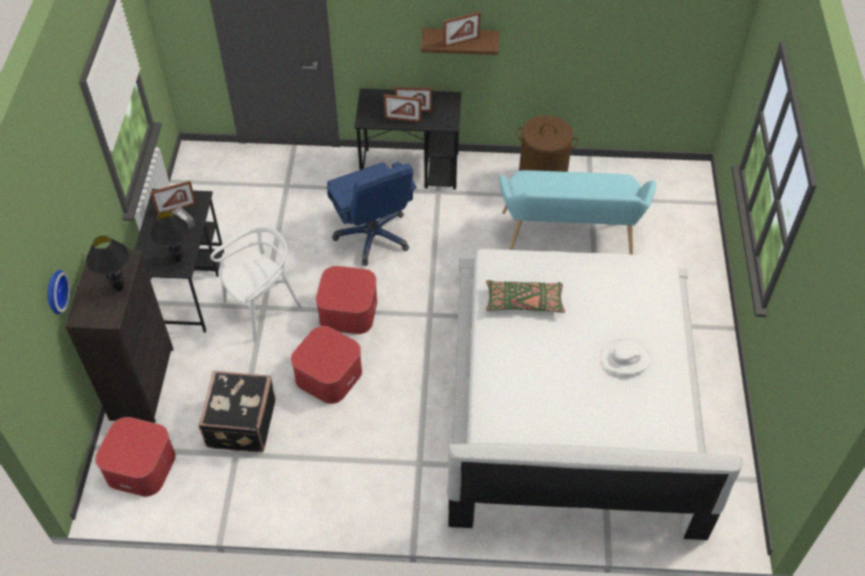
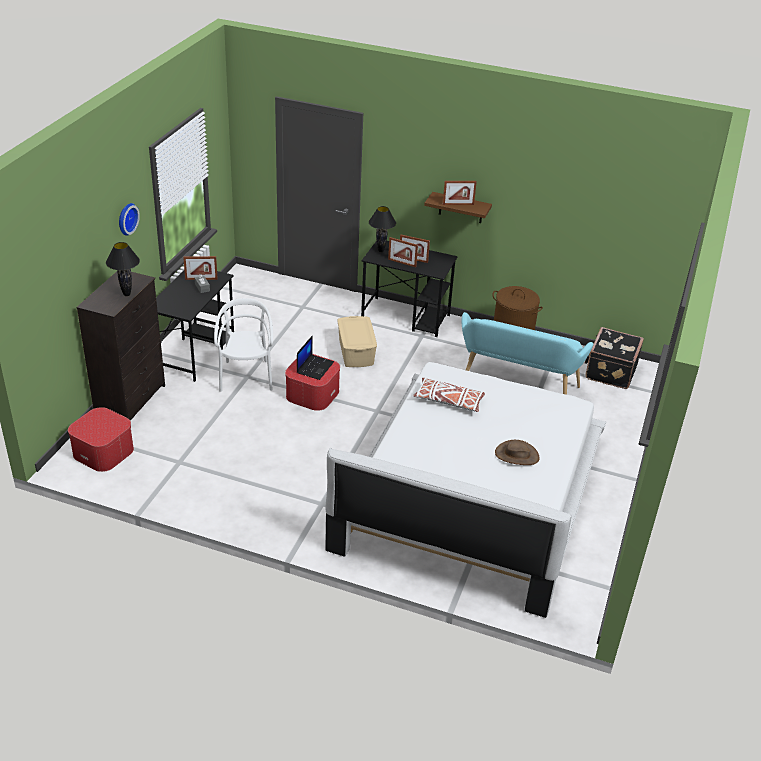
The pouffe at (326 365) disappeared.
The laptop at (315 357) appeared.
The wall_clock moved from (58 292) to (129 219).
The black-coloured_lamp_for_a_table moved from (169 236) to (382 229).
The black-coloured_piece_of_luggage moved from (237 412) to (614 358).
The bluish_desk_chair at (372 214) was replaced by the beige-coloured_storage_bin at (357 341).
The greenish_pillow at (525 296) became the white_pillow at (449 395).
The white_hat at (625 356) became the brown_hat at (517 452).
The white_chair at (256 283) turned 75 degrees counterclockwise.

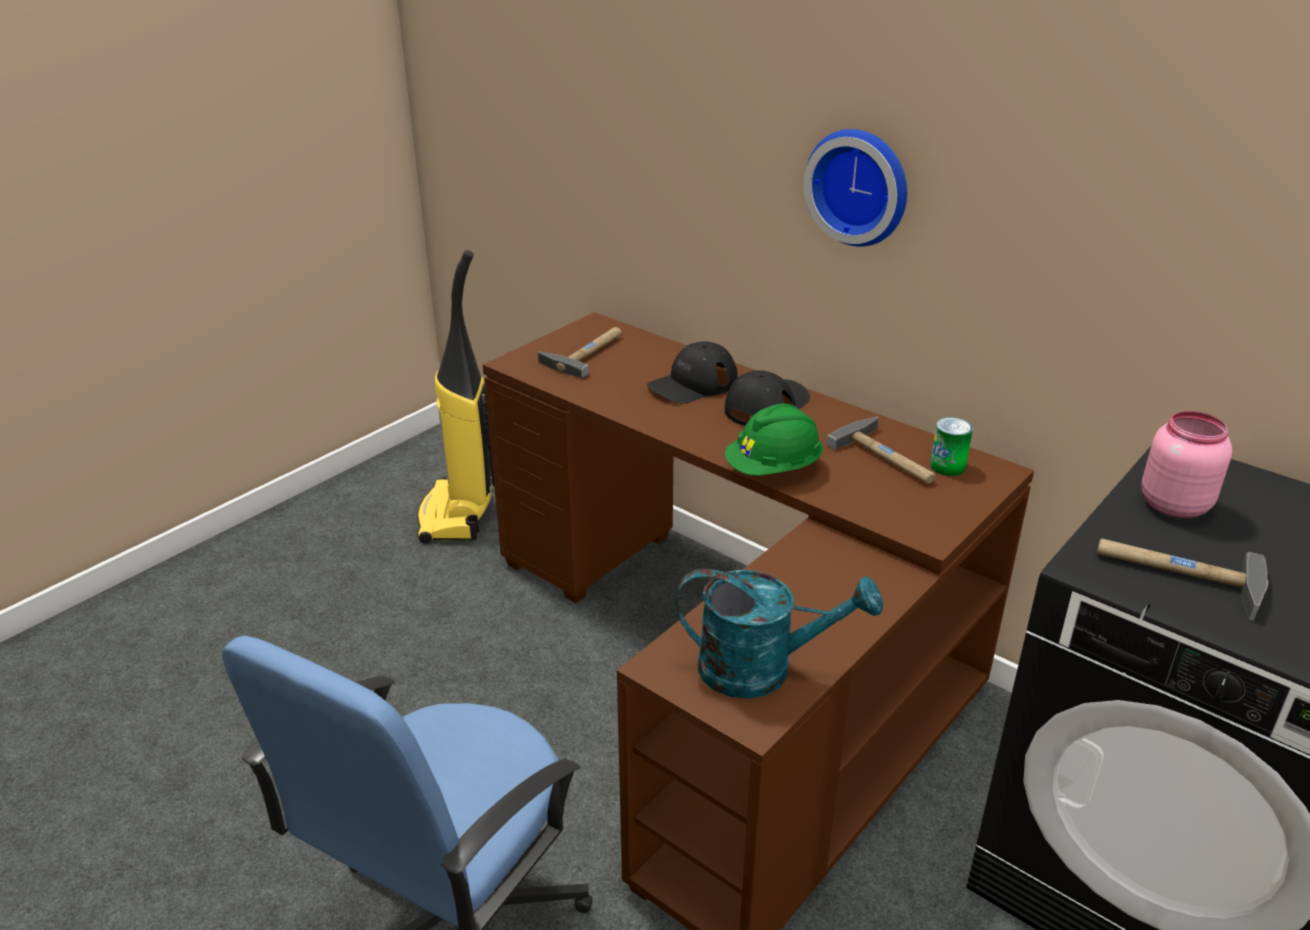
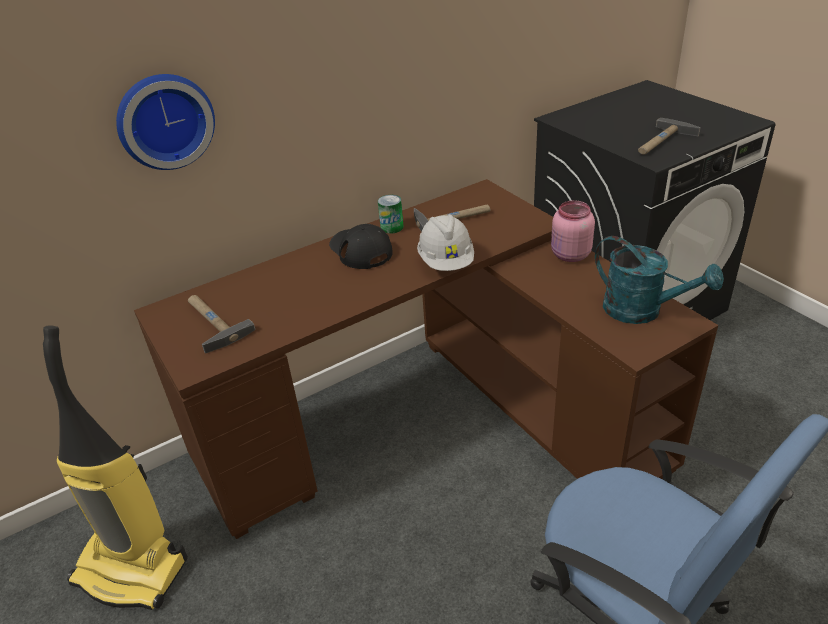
The black-coloured_cap at (692 372) disappeared.
The wall_clock moved from (855 188) to (165 122).
The metal_can moved from (951 446) to (391 214).
The pink_jar moved from (1186 464) to (573 231).
The greenish_safety_helmet at (774 439) became the white_safety_helmet at (445 242).
The turquoise_sprinkling_can at (779 634) turned 105 degrees clockwise.

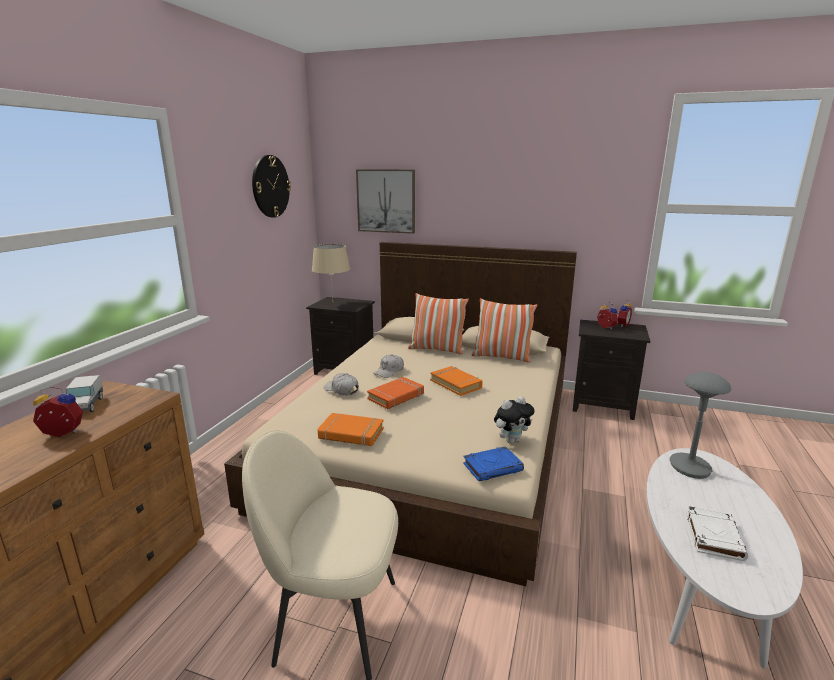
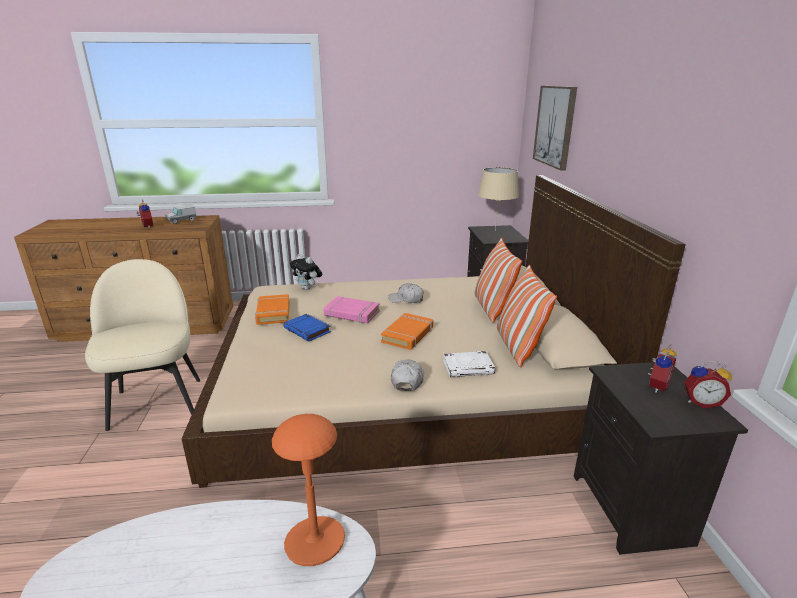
The wall_clock at (271 186) disappeared.
The white_cap moved from (341 384) to (407 375).
The bluish_book moved from (493 463) to (307 327).
The cuddly_toy moved from (514 420) to (306 272).
The white_book moved from (717 533) to (469 364).
The orange-coloured_book at (395 393) became the pink_book at (352 309).
The grey_lamp_for_a_table at (700 425) became the orange-coloured_lamp_for_a_table at (308 490).

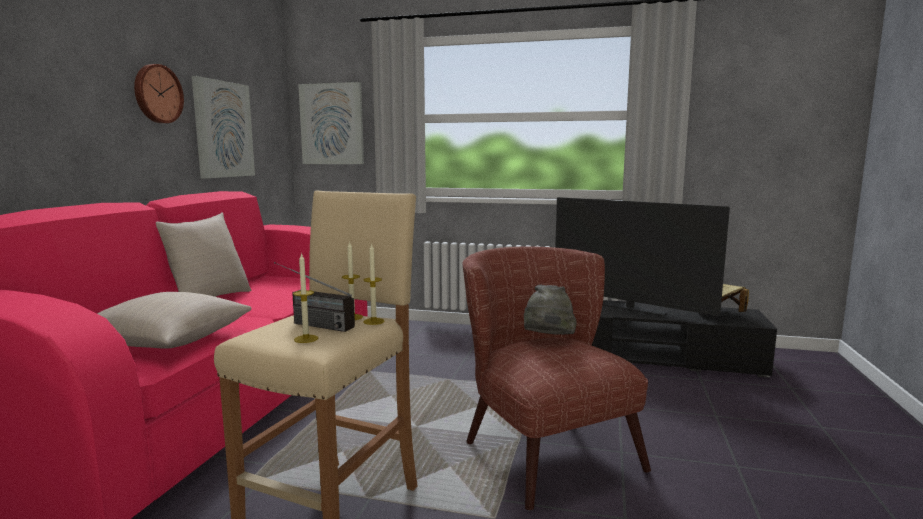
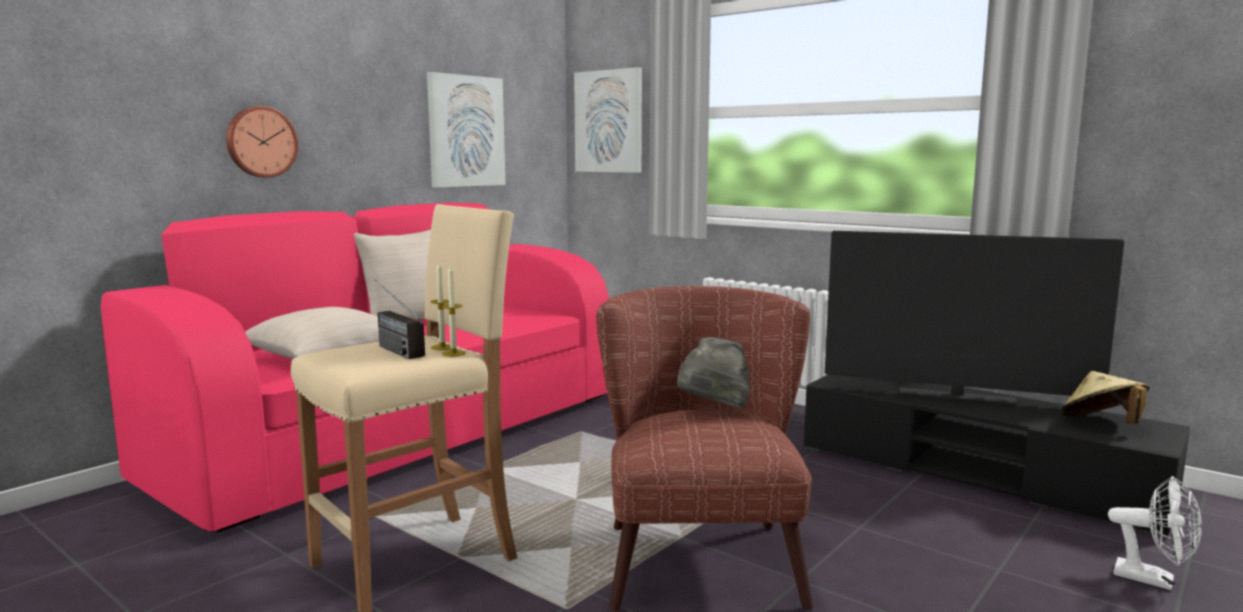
The wax_light at (305 298) disappeared.
The white_electric_fan at (1155 533) appeared.
The wall_clock moved from (159 93) to (262 142).
The television at (642 256) turned 45 degrees counterclockwise.

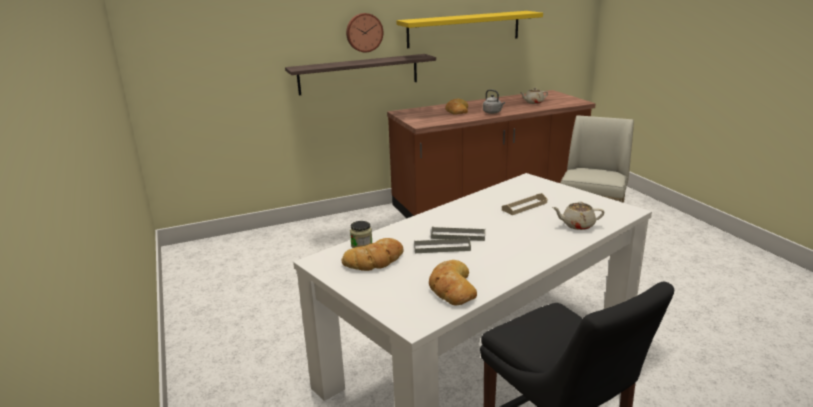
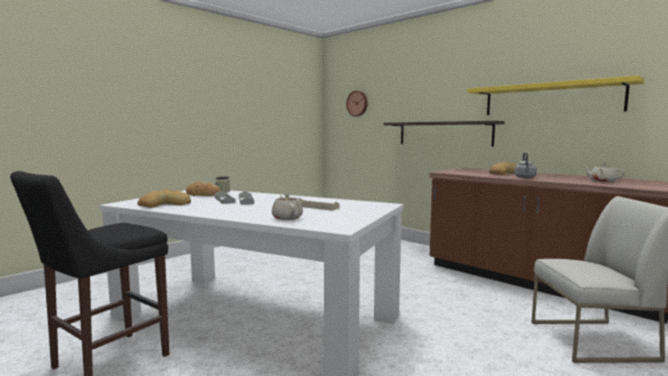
The wall_clock moved from (364 32) to (357 104).

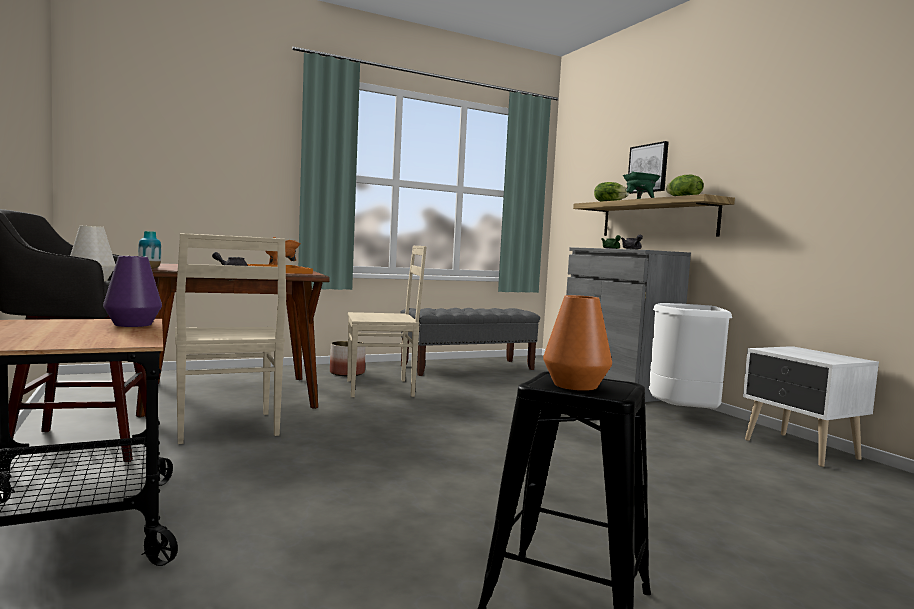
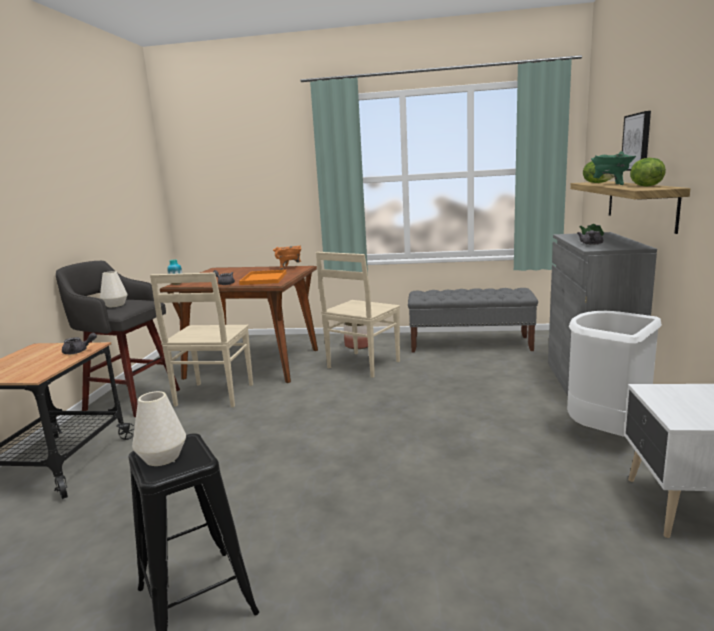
The purple_decorative_vase at (132 291) was replaced by the grey_teapot at (79 343).
The orange-coloured_decorative_vase at (577 343) became the white_decorative_vase at (159 428).
The beige-coloured_chair at (387 321) turned 105 degrees clockwise.

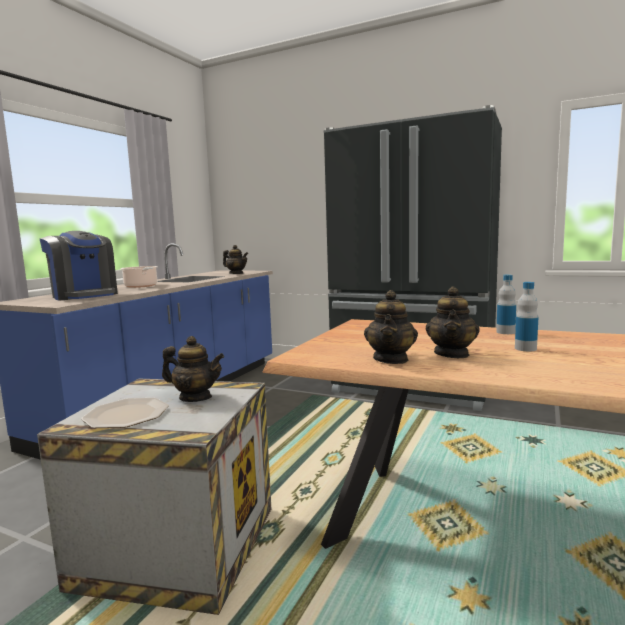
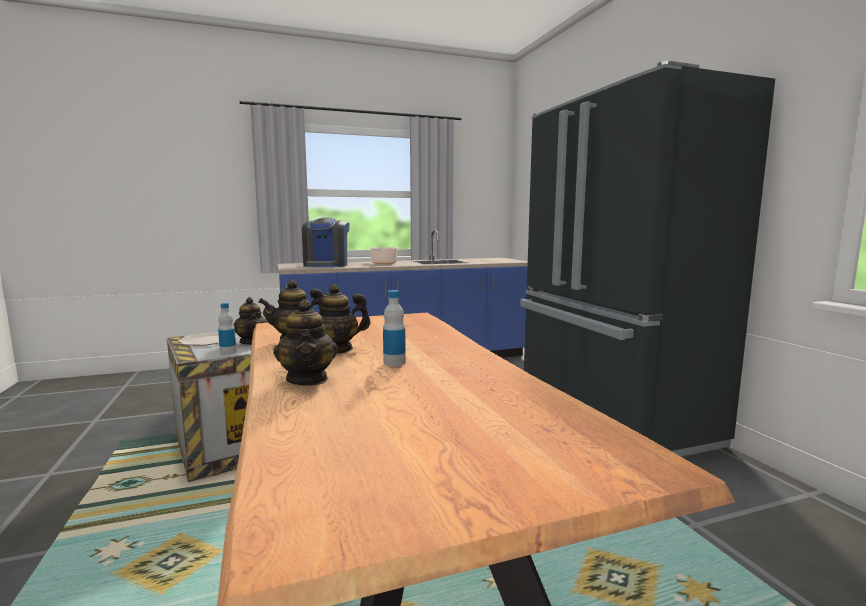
The teapot moved from (235 259) to (305 342).
The bottle moved from (506 304) to (227 329).

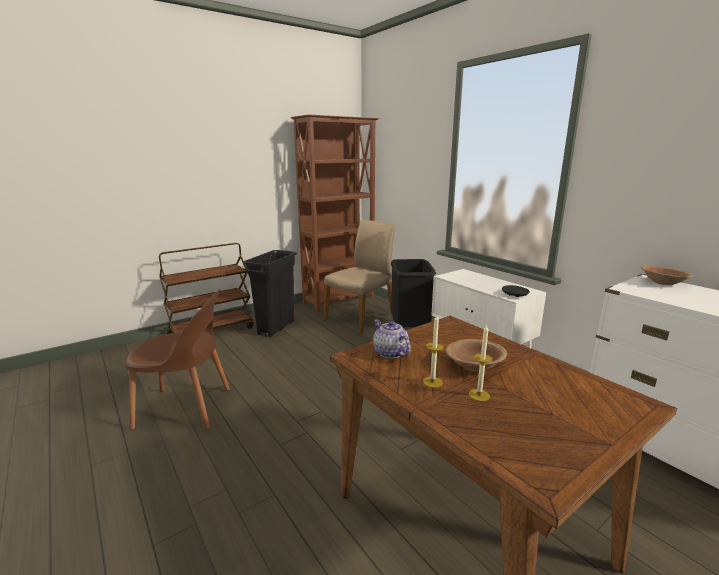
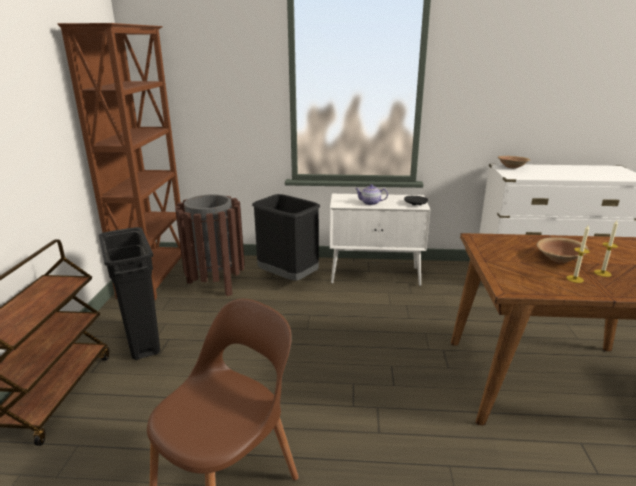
The teapot moved from (392 339) to (371 194).
The beige-coloured_chair at (359 277) was replaced by the brown_rubbish_bin at (210 245).

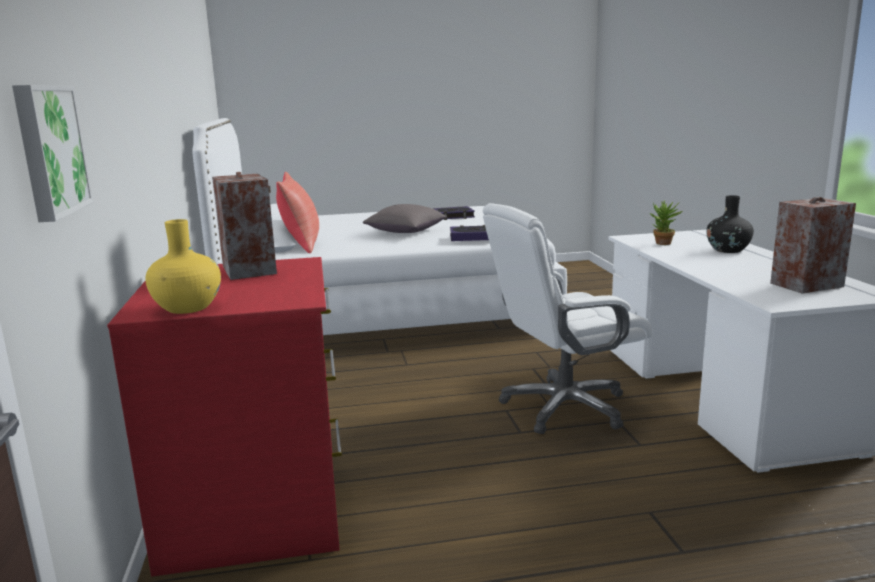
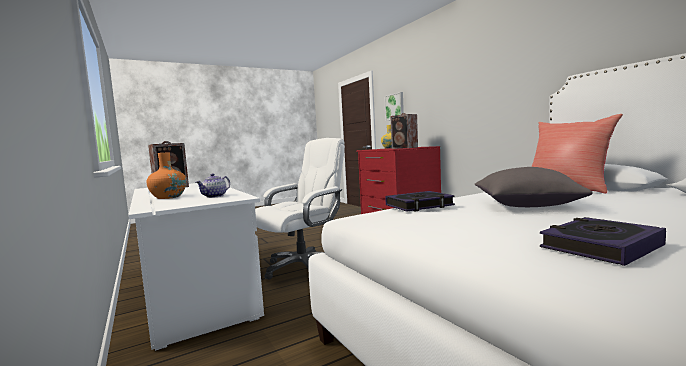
The potted_plant at (666 222) was replaced by the teapot at (213 185).
The black-coloured_decorative_vase at (730 224) became the orange-coloured_decorative_vase at (167 175).

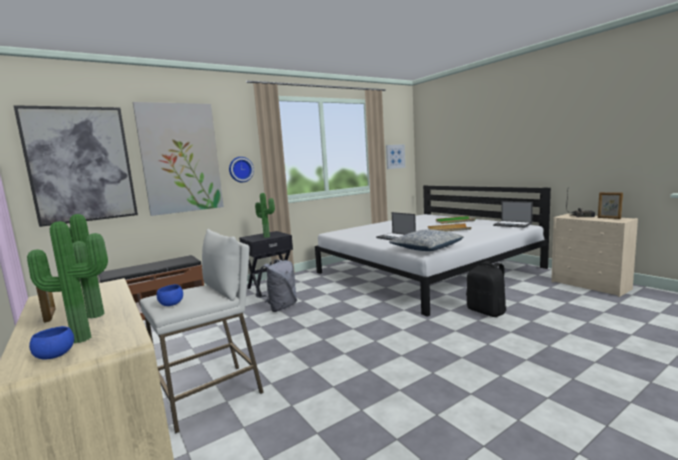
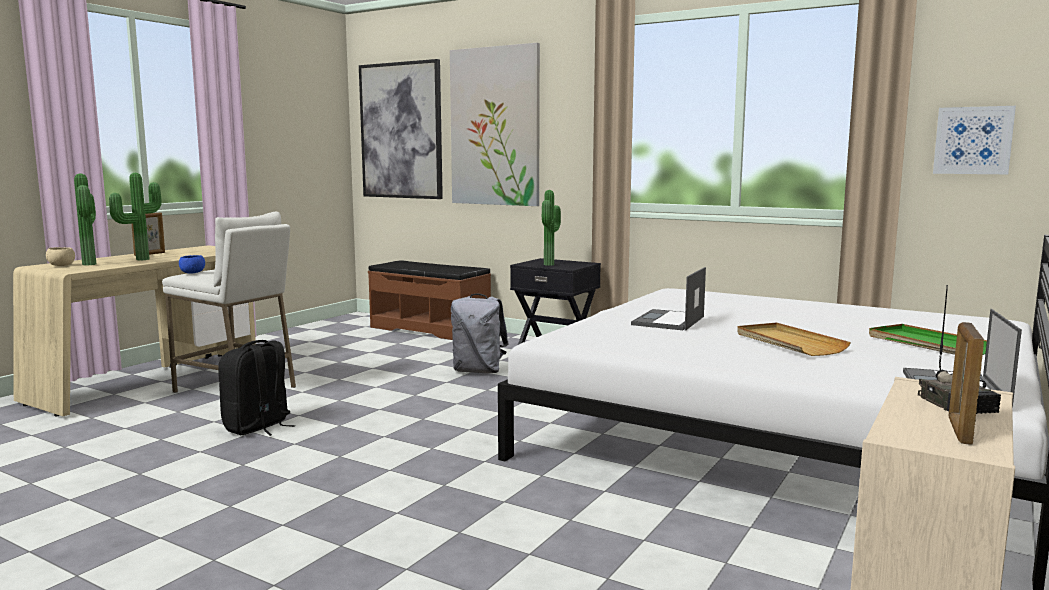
The wall_clock at (241 169) disappeared.
The pillow at (426 240) disappeared.
The black-coloured_rucksack moved from (486 289) to (256 388).
The bluish_serving_bowl at (51 342) became the beige-coloured_serving_bowl at (60 256).

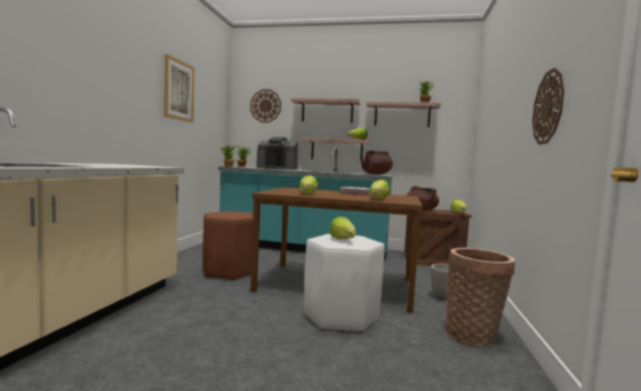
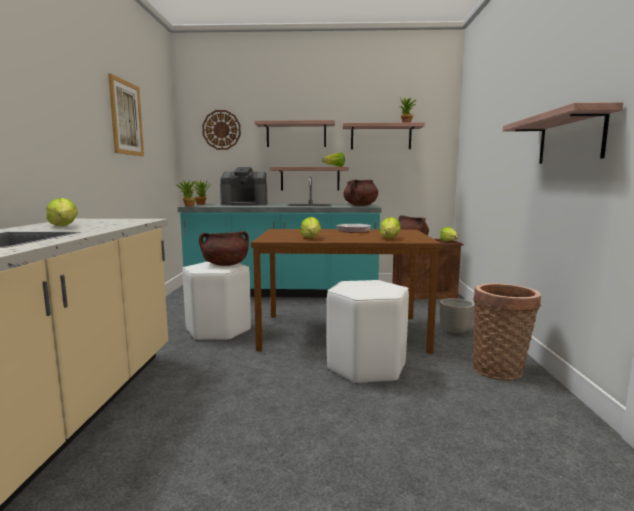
The brown_cooking_pot at (224 248) appeared.
The lettuce moved from (343 227) to (62 212).
The wall_clock at (548 106) was replaced by the wall_shelf at (563 133).
The brown_stool at (228 246) became the white_stool at (216 301).

